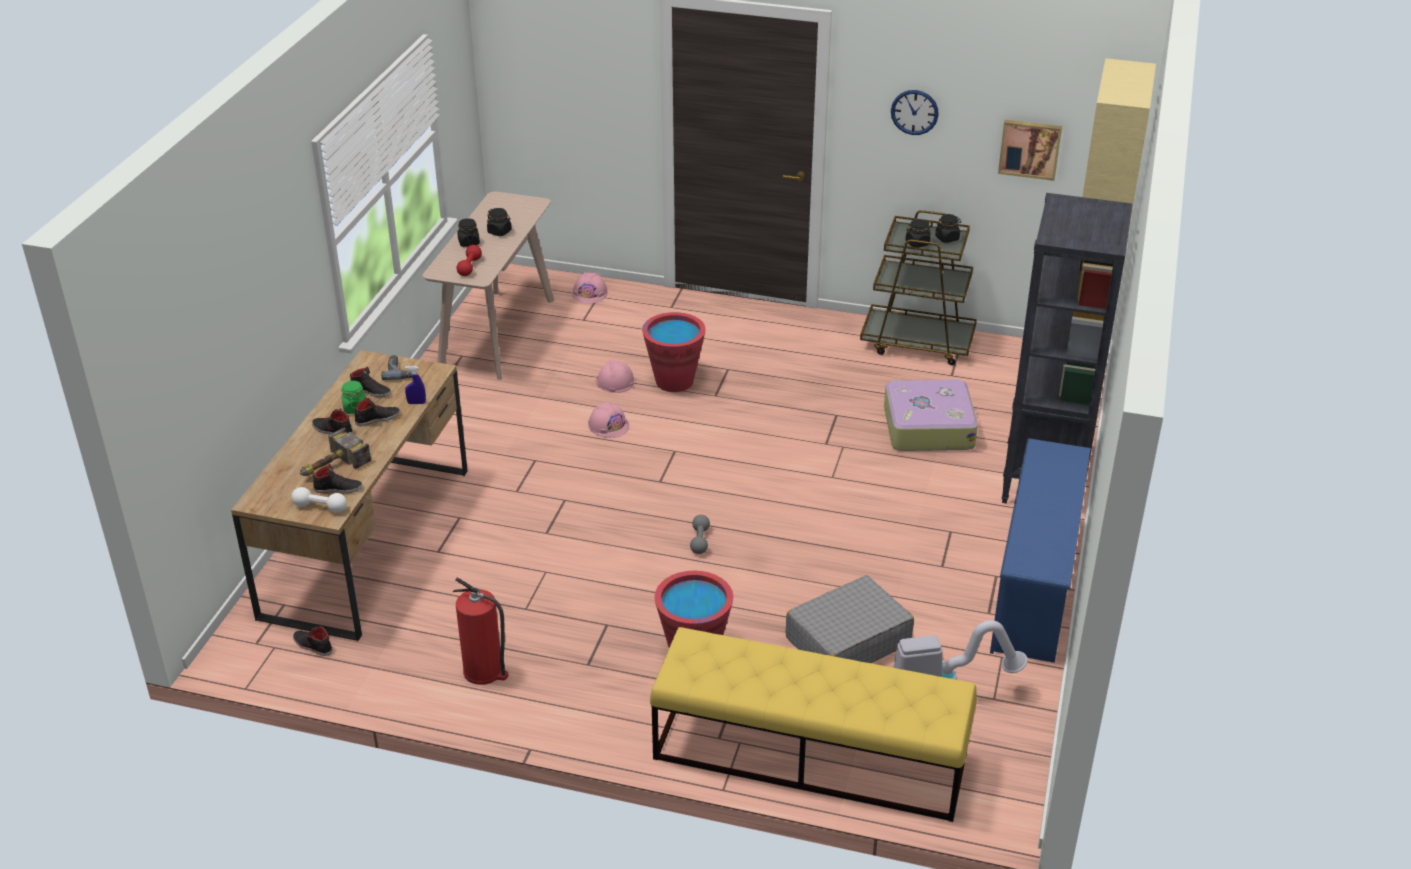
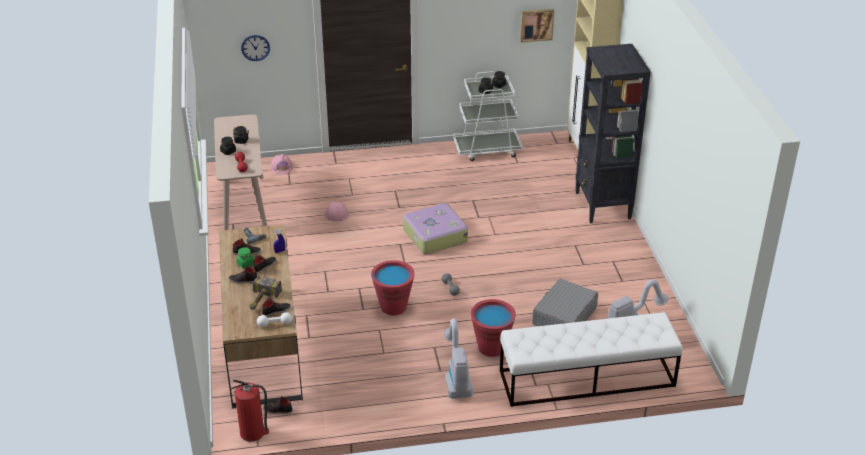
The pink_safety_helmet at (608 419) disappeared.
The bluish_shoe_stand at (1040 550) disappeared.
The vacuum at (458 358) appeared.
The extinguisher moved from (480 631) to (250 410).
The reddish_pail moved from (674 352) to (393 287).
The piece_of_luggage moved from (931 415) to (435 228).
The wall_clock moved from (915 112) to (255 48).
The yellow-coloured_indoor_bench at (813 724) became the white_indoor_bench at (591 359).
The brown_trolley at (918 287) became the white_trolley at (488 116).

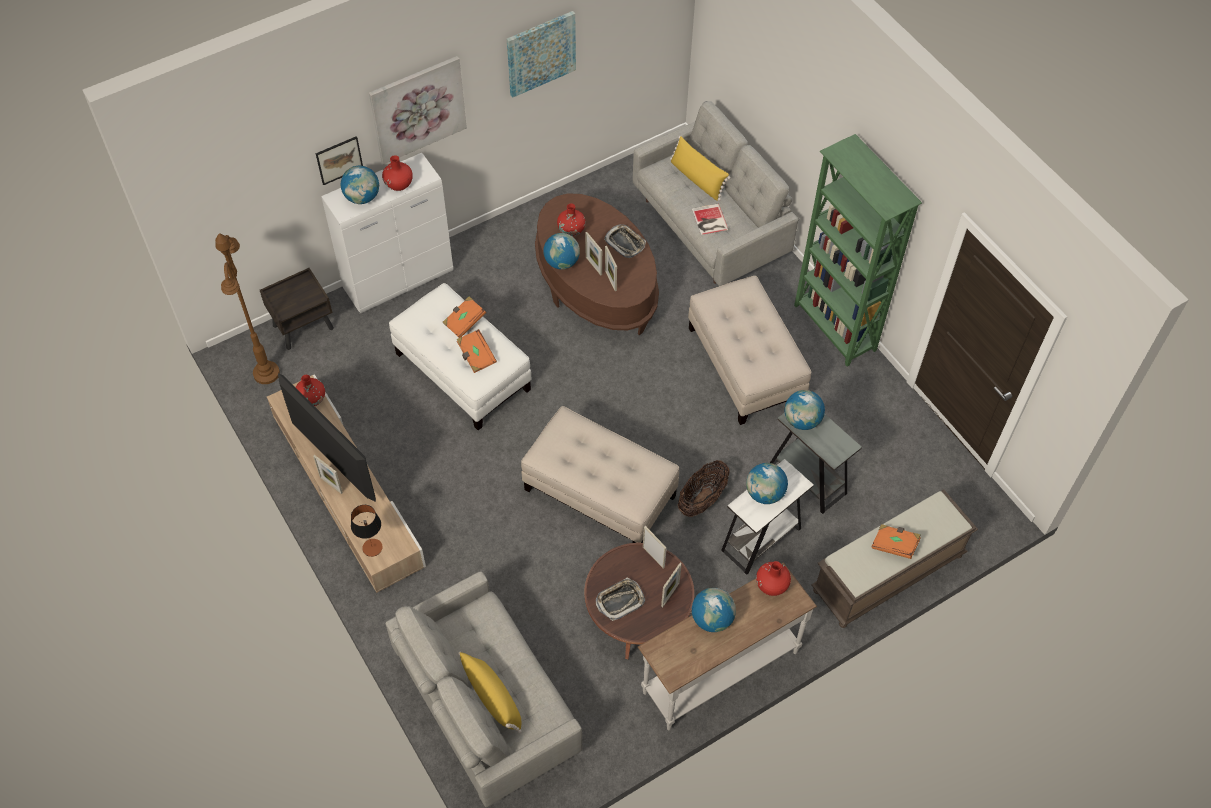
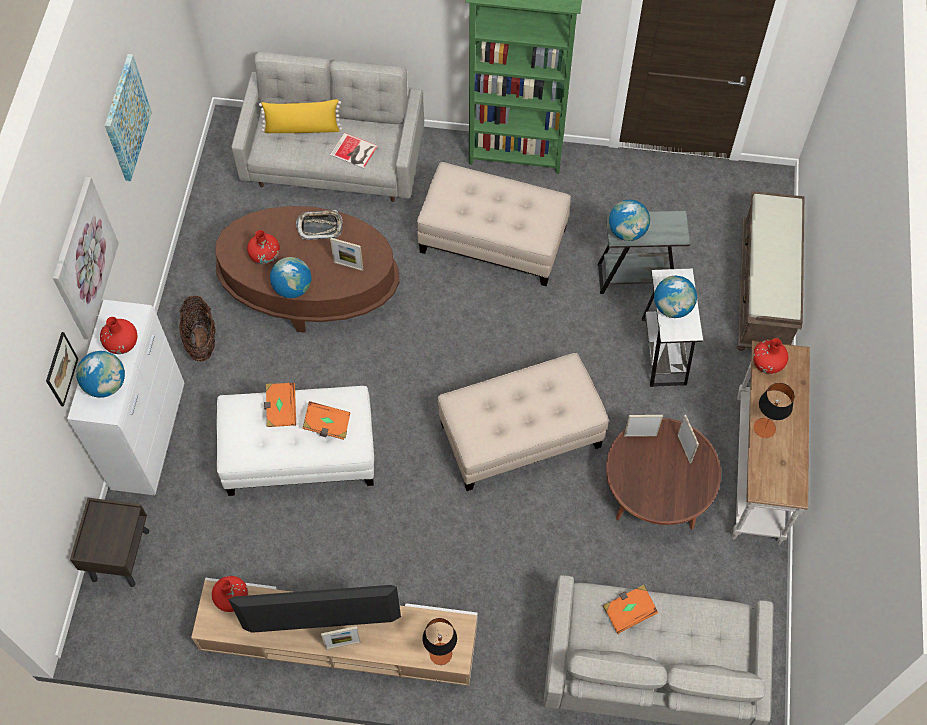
The brown_standing_lamp at (247 308) disappeared.
The yellow-coloured_pillow at (490 692) disappeared.
The photo_frame at (593 253) disappeared.
The serving_tray at (620 599) disappeared.
The storage_basket moved from (704 488) to (197 328).
The orange-coloured_book moved from (896 541) to (630 609).
The globe at (714 610) was replaced by the lamp_for_a_table at (774 410).

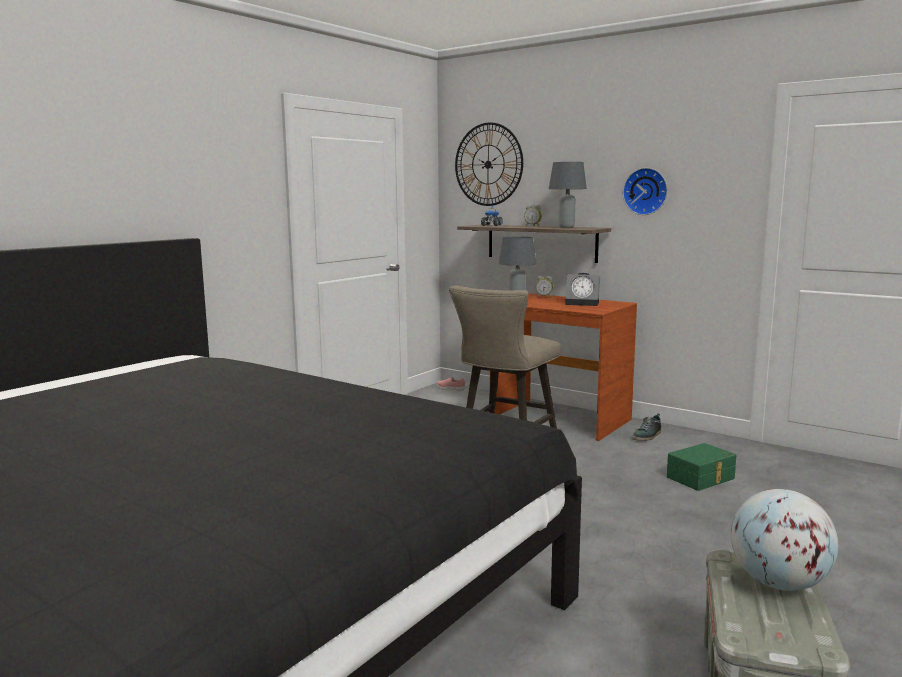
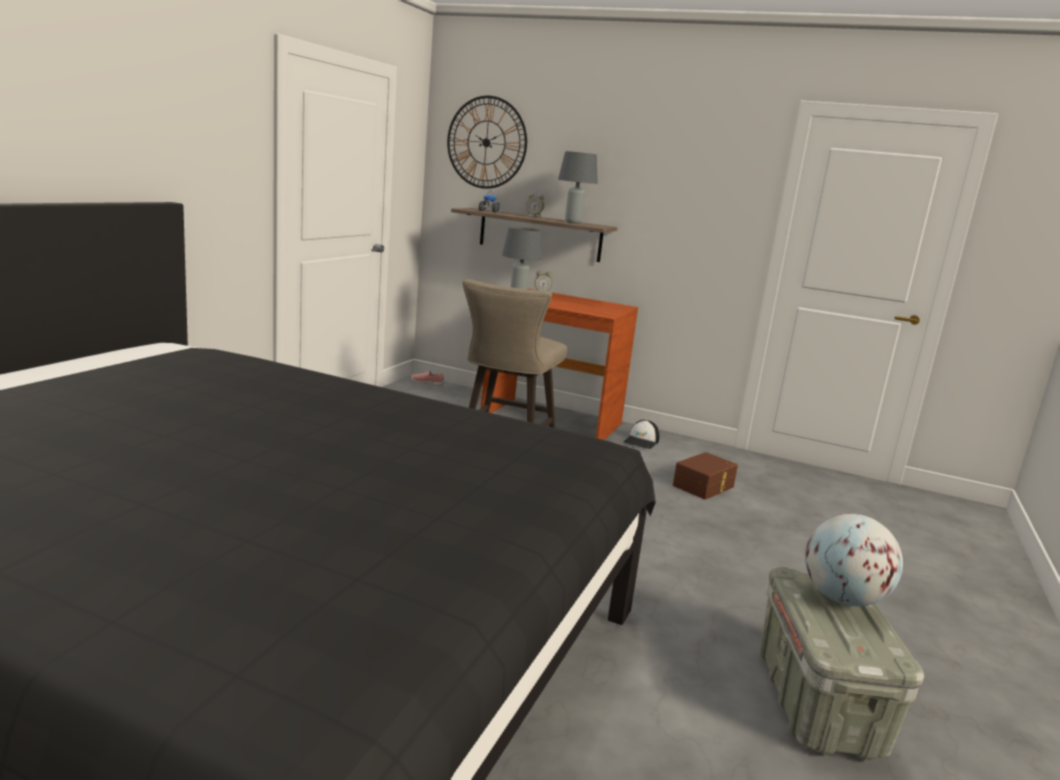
The table_clock at (582 289) disappeared.
The wall_clock at (645 191) disappeared.
The item_of_footwear at (646 427) was replaced by the cap at (641 434).
The greenish_storage_bin at (701 467) became the brown_storage_bin at (705 476).

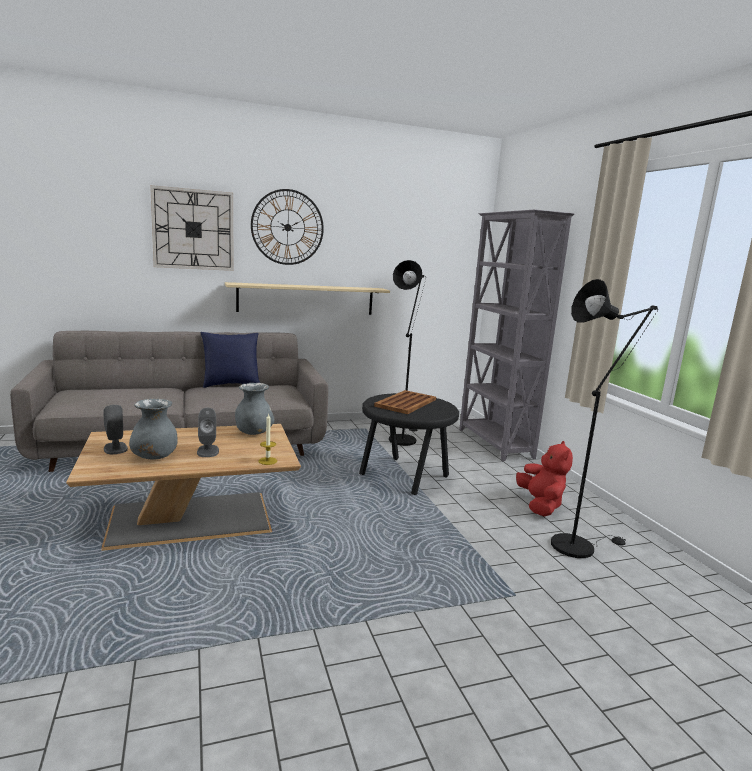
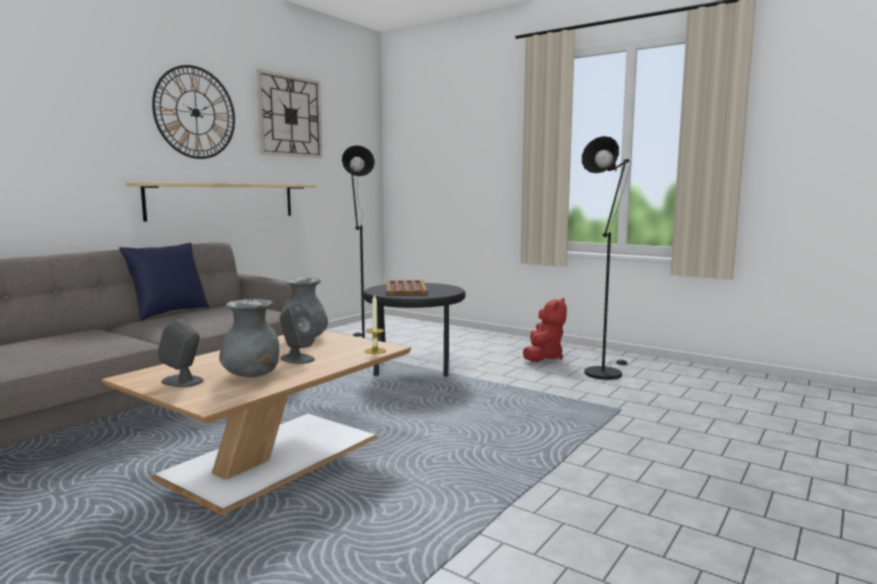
The grey_bookcase at (516 335) disappeared.
The wall_clock moved from (191 228) to (289 113).
The reddish_cuddly_toy at (544 479) turned 60 degrees clockwise.

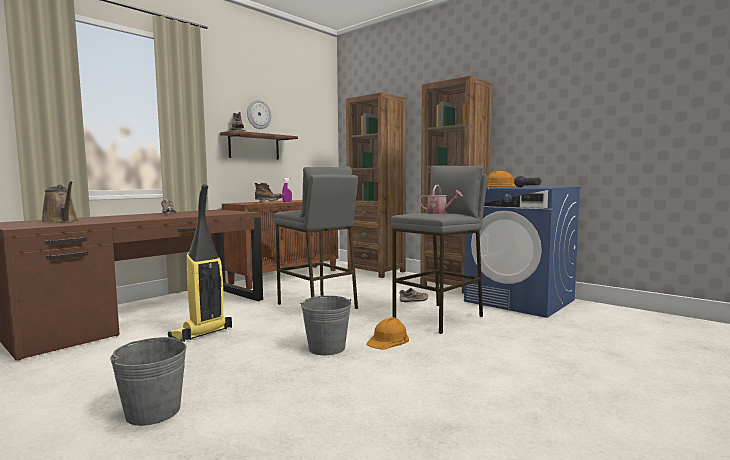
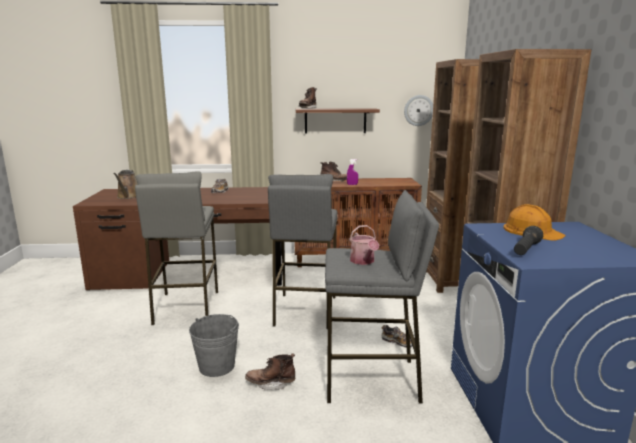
The grey_pail at (148 381) disappeared.
The wall_clock moved from (259 114) to (418 110).
The vacuum at (200 263) was replaced by the grey_stool at (176 248).
The orange-coloured_safety_helmet at (387 333) was replaced by the brown_high-top_boot at (270 371).

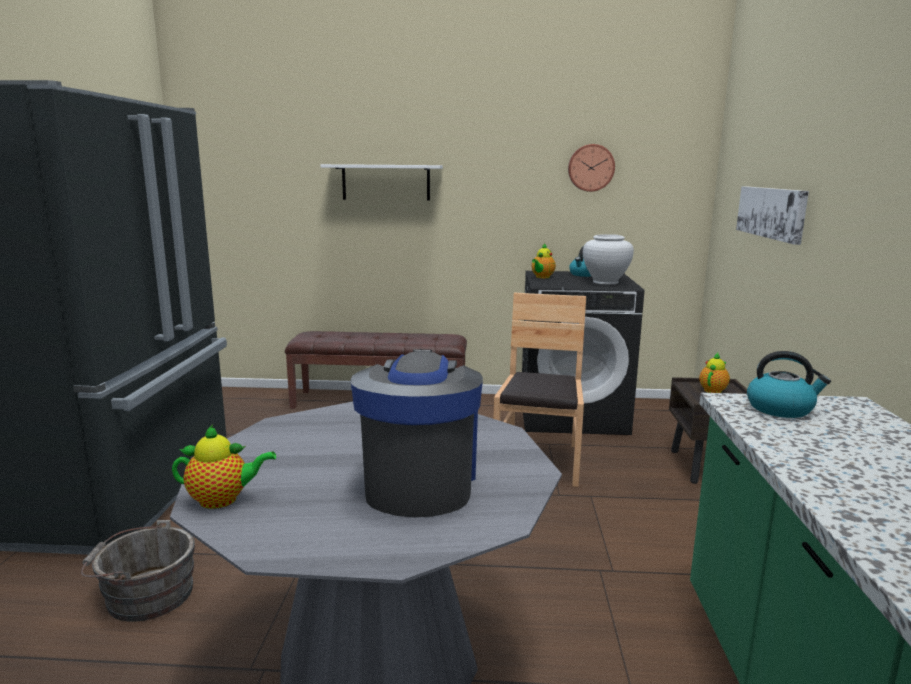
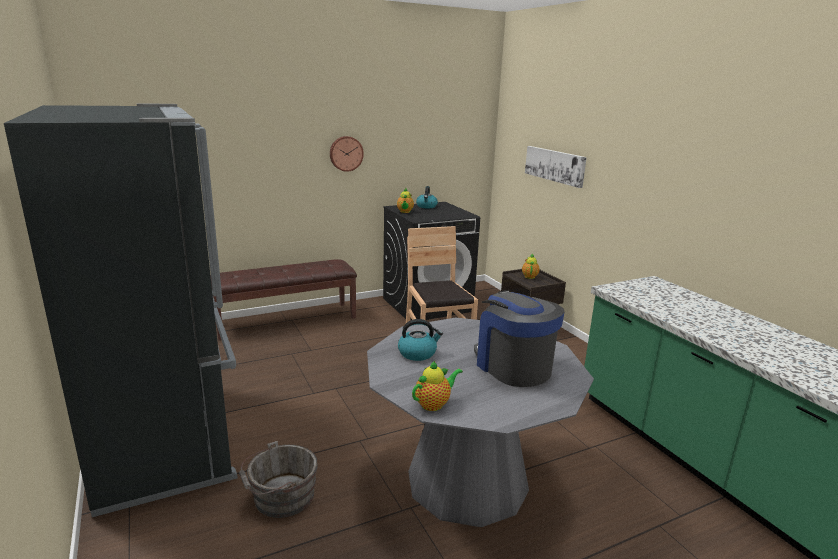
The white_wall_shelf at (381 182) disappeared.
The white_decorative_vase at (608 259) disappeared.
The wall_clock moved from (591 168) to (347 154).
The water_kettle moved from (789 384) to (420 340).

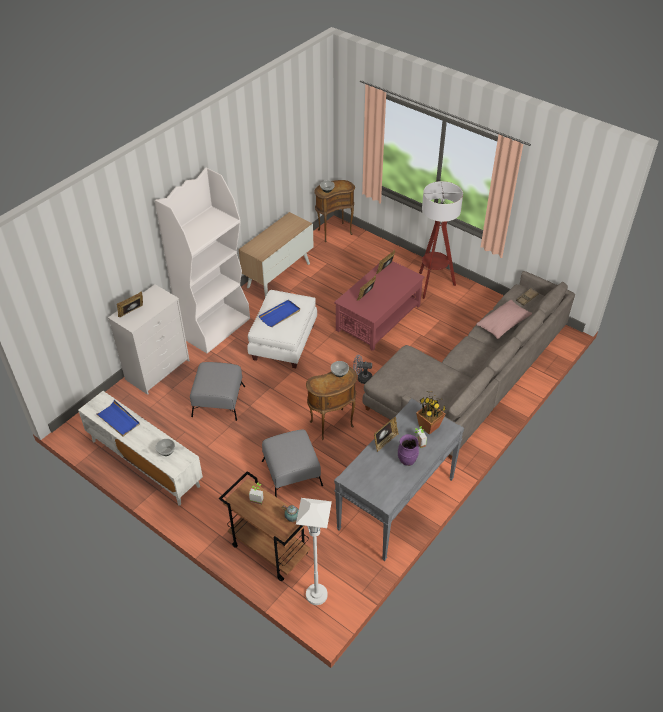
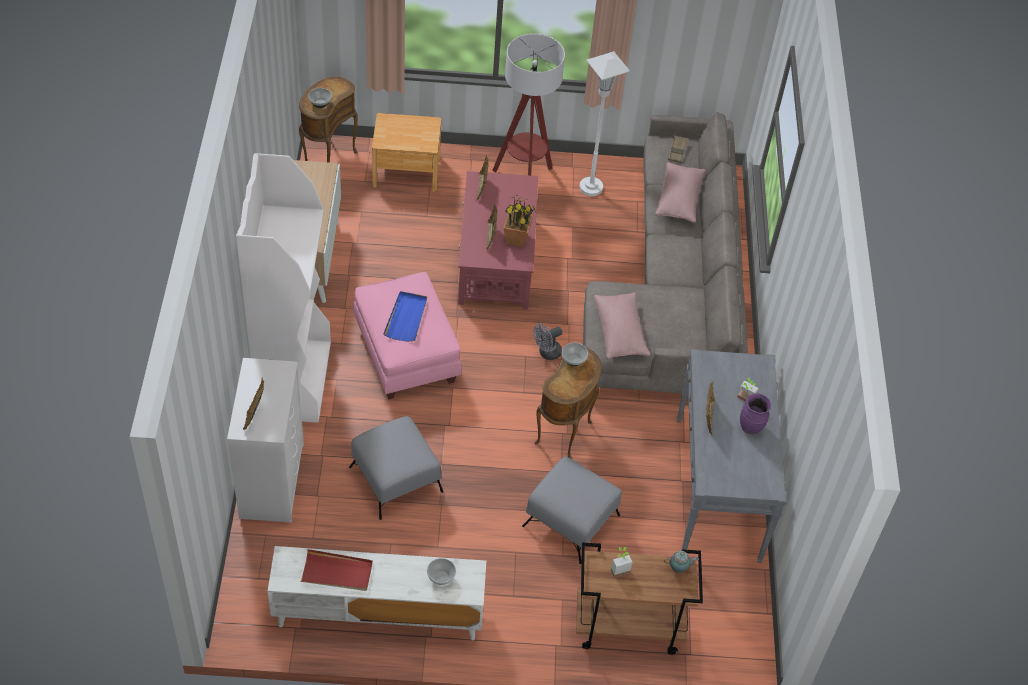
The brown_nightstand at (406 152) appeared.
The pink_pillow at (622 325) appeared.
The white_standing_lamp moved from (314 551) to (604 123).
The potted_plant moved from (431 413) to (519 221).
The bluish_serving_tray at (117 418) became the reddish_serving_tray at (336 570).
The white_pouffe at (282 329) became the pink_pouffe at (407 335).

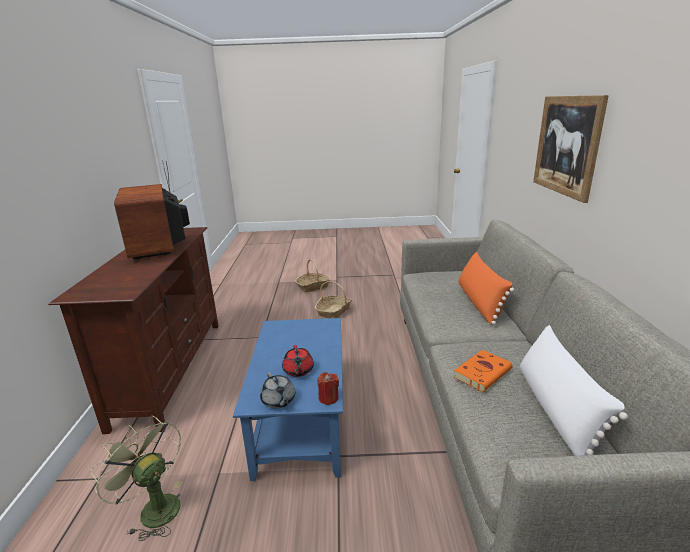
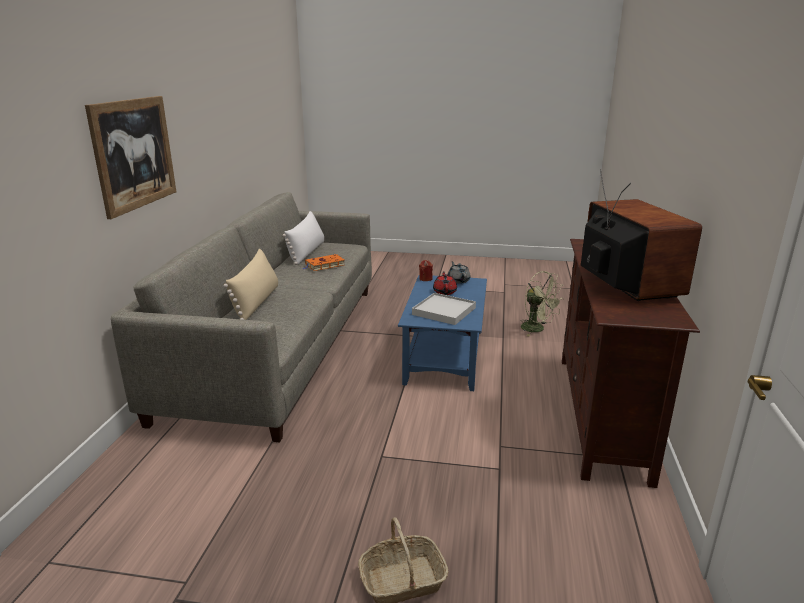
The storage_basket at (333 299) disappeared.
The white_serving_tray at (444 309) appeared.
The orange-coloured_pillow at (486 288) became the beige-coloured_pillow at (250 284).

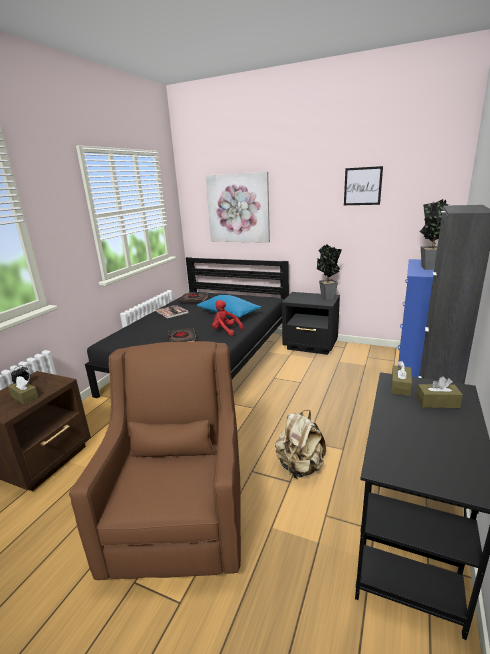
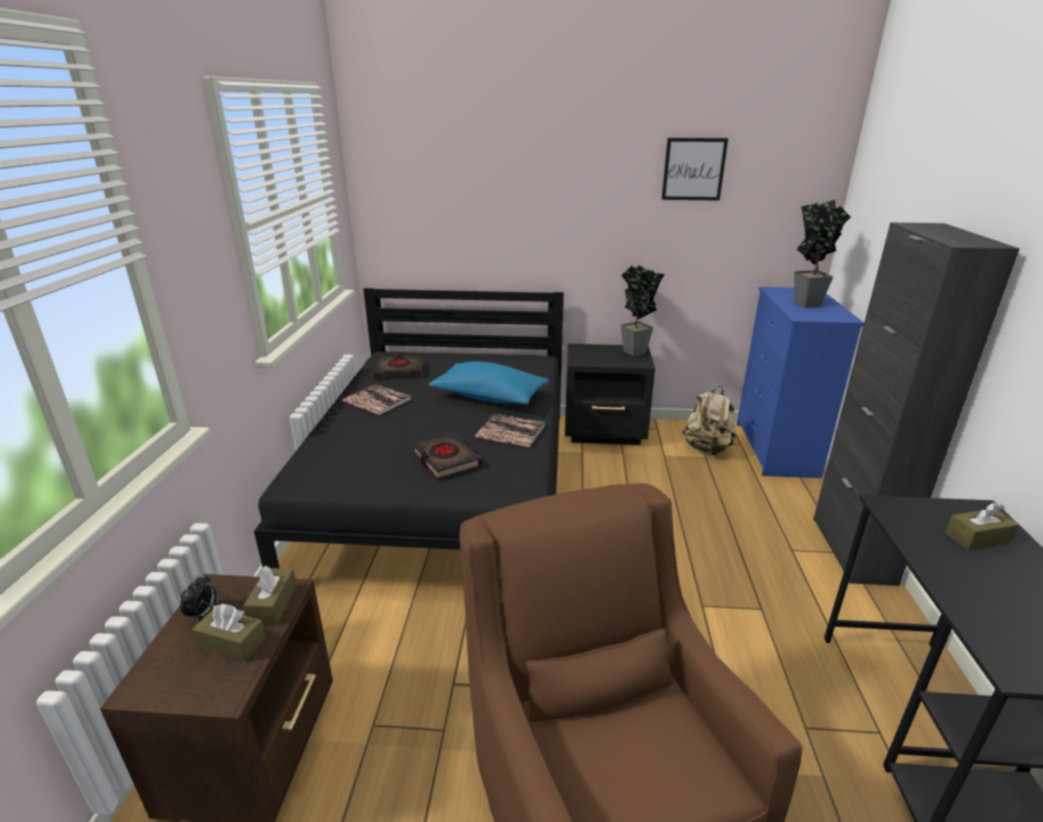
The wall_picture at (237 207) disappeared.
The beige-coloured_rucksack moved from (300 444) to (709 420).
The brown_box_of_tissues moved from (401 378) to (270 595).
The reddish_cuddly_toy at (228 318) was replaced by the book at (510 431).

